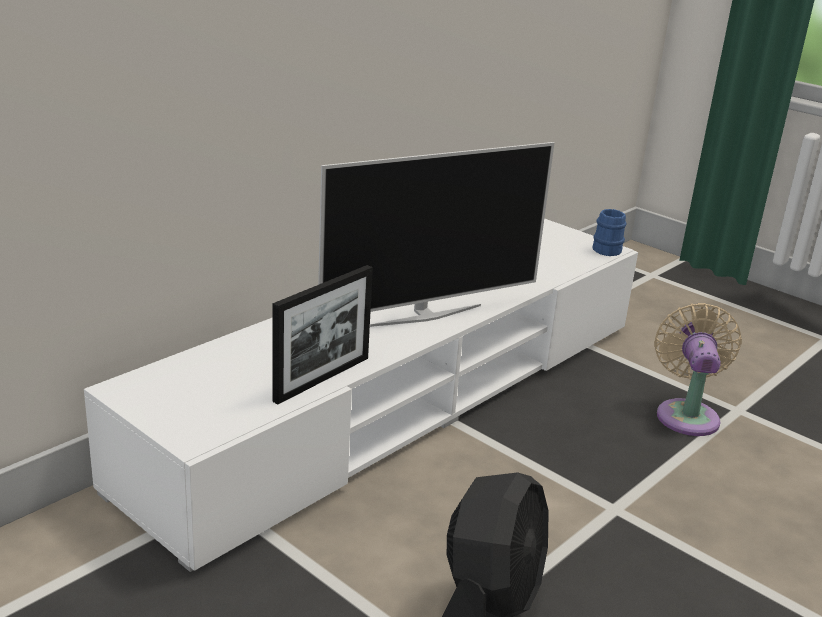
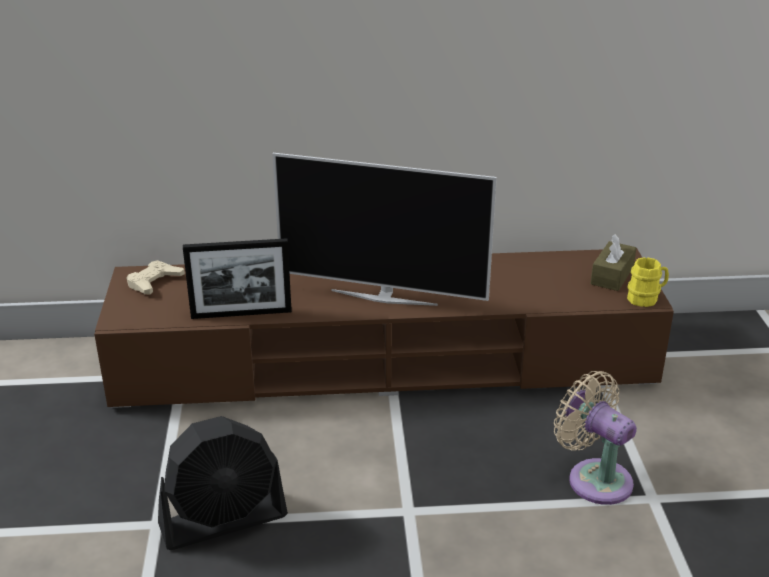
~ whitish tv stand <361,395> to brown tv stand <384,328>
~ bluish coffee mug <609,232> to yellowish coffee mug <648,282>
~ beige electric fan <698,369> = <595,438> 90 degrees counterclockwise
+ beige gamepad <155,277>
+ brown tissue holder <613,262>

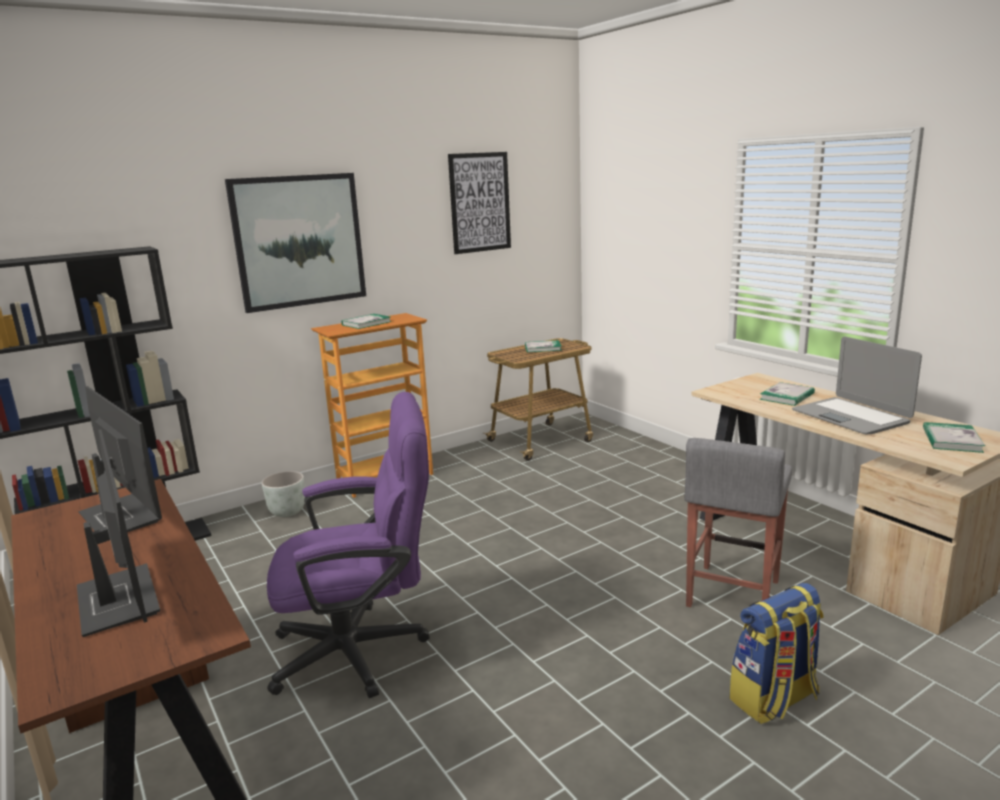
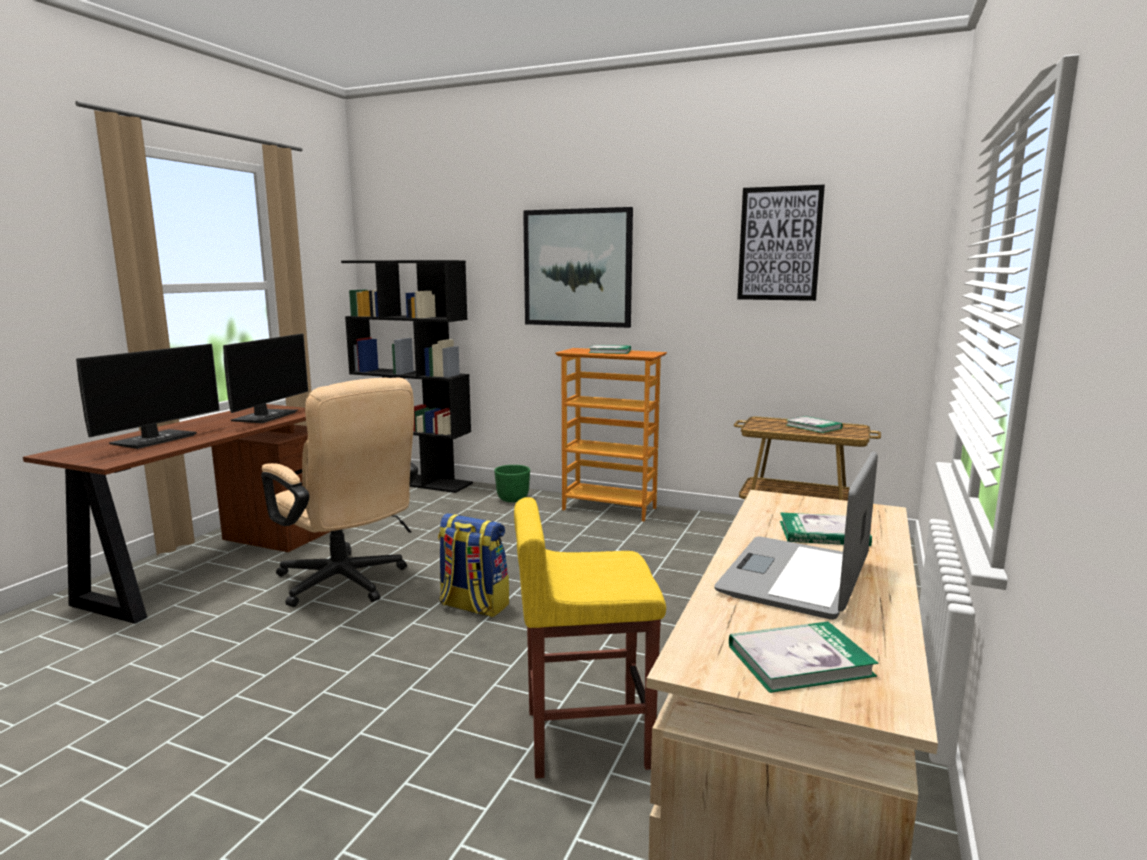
~ gray flower pot <283,494> to greenish flower pot <512,484>
~ purple-coloured office chair <348,545> to beige office chair <339,492>
~ gray sitting stool <738,522> to yellowish sitting stool <590,638>
~ backpack <777,653> to <473,565>

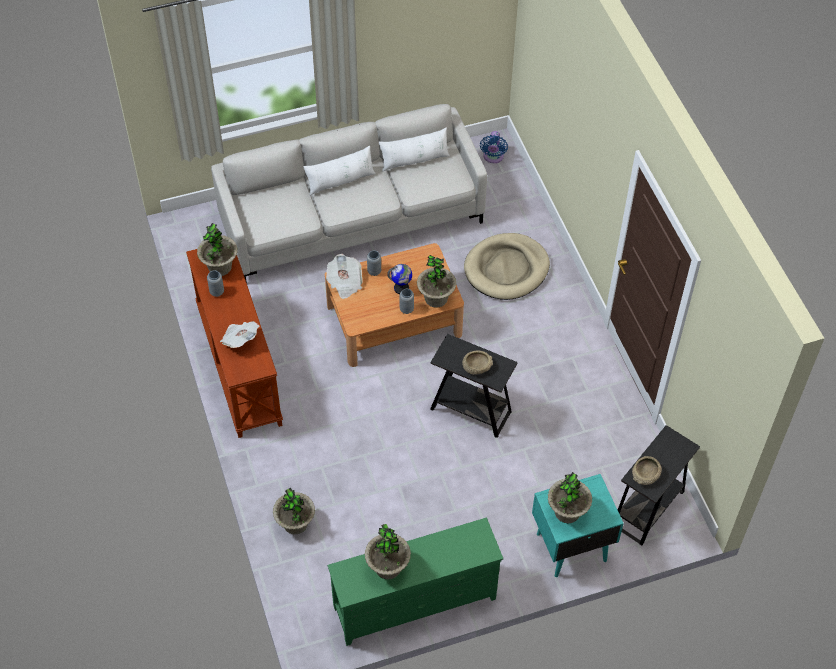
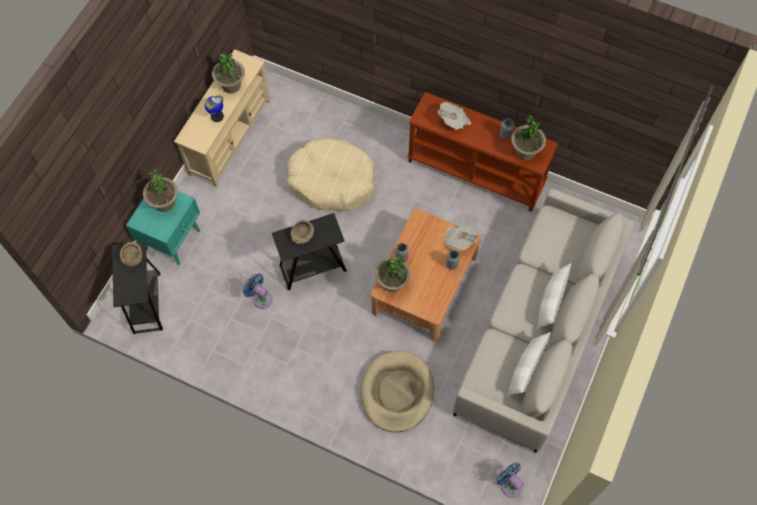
- houseplant <294,511>
~ greenish tv stand <415,581> to beige tv stand <222,118>
~ desk globe <399,279> to <214,108>
+ bluish electric fan <258,291>
+ beige dog bed <331,175>

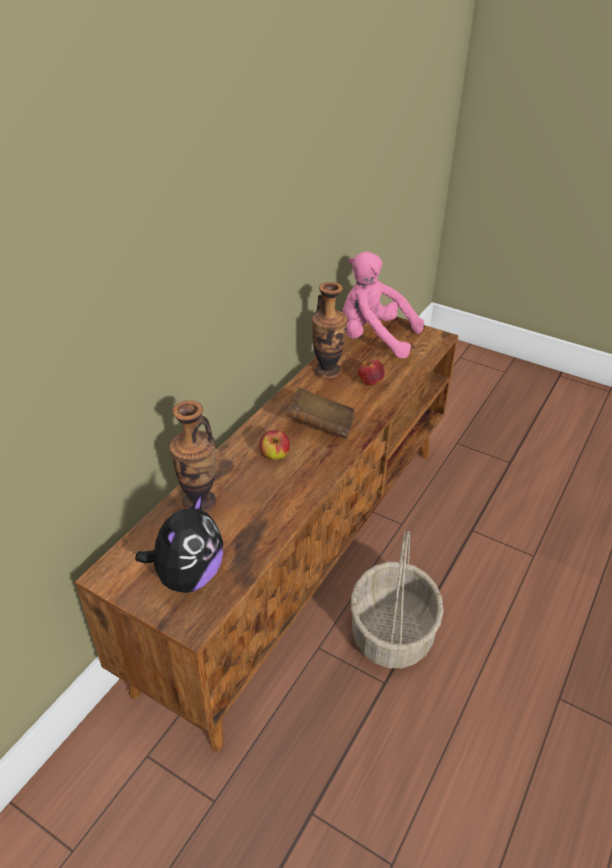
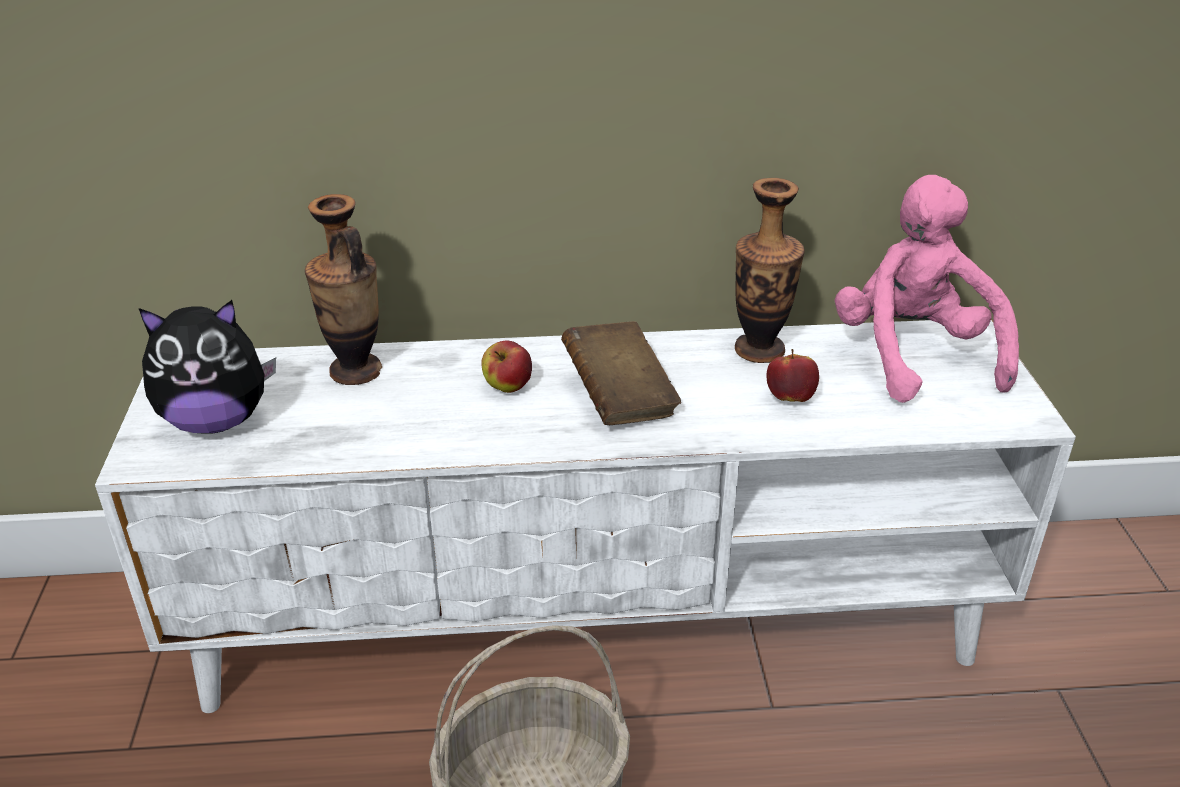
~ brown tv stand <267,534> to whitish tv stand <585,516>

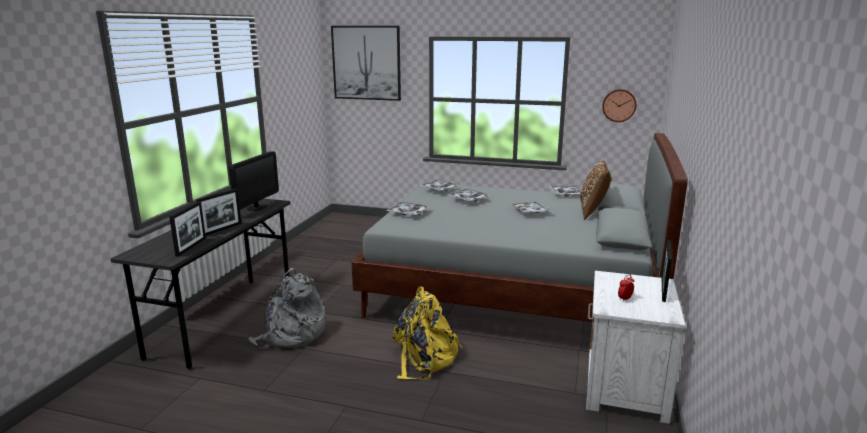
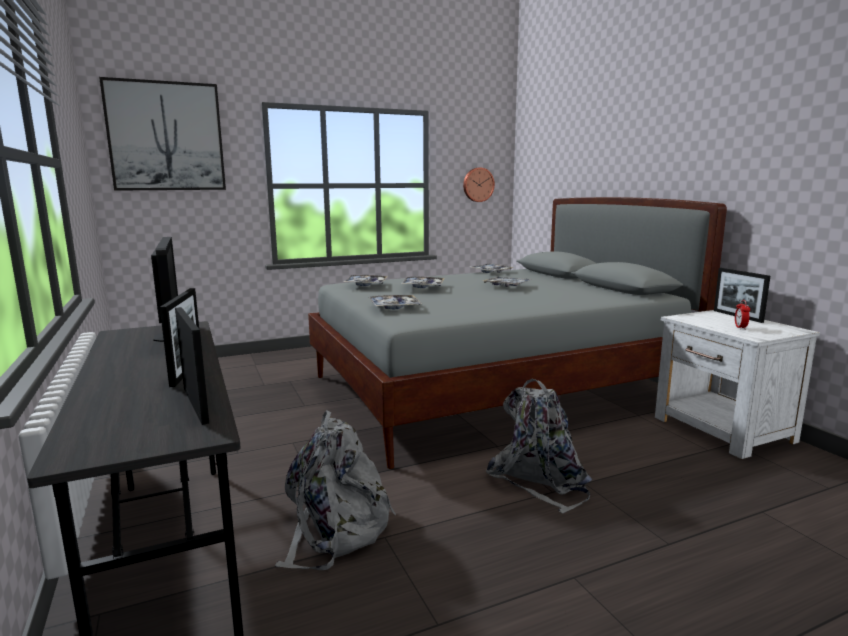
~ yellowish backpack <428,333> to gray backpack <539,446>
- brown throw pillow <596,190>

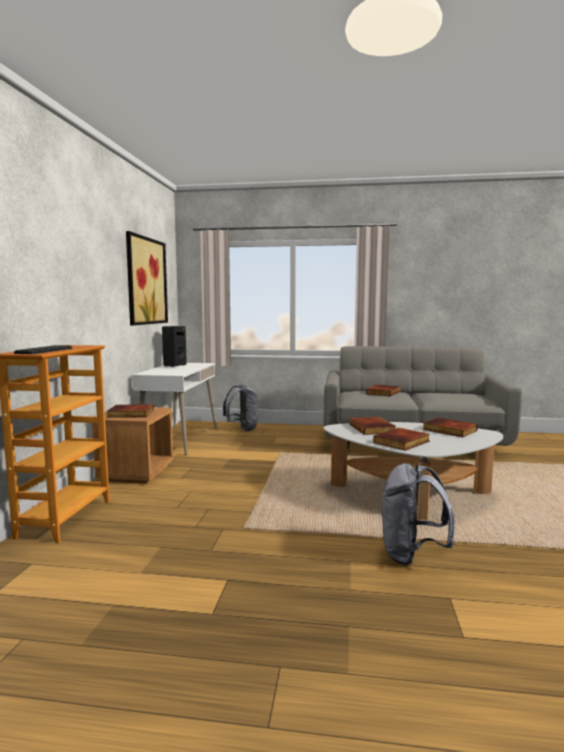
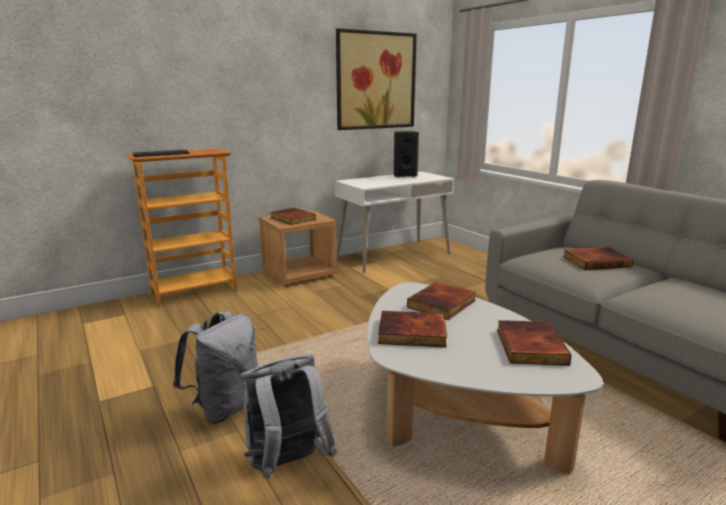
~ gray backpack <240,407> to <215,367>

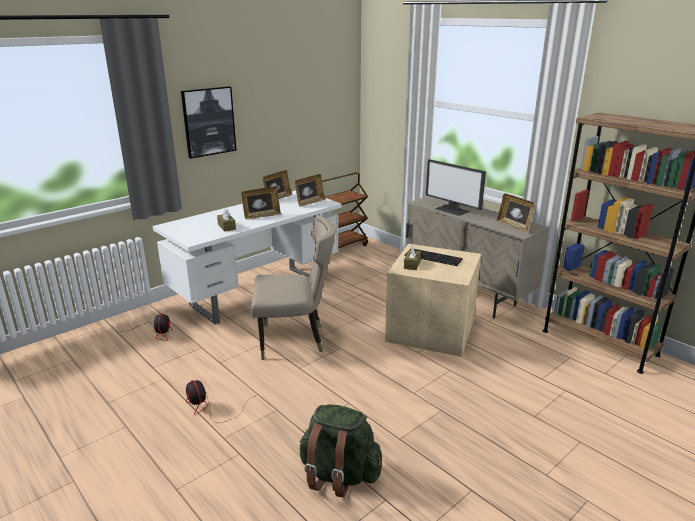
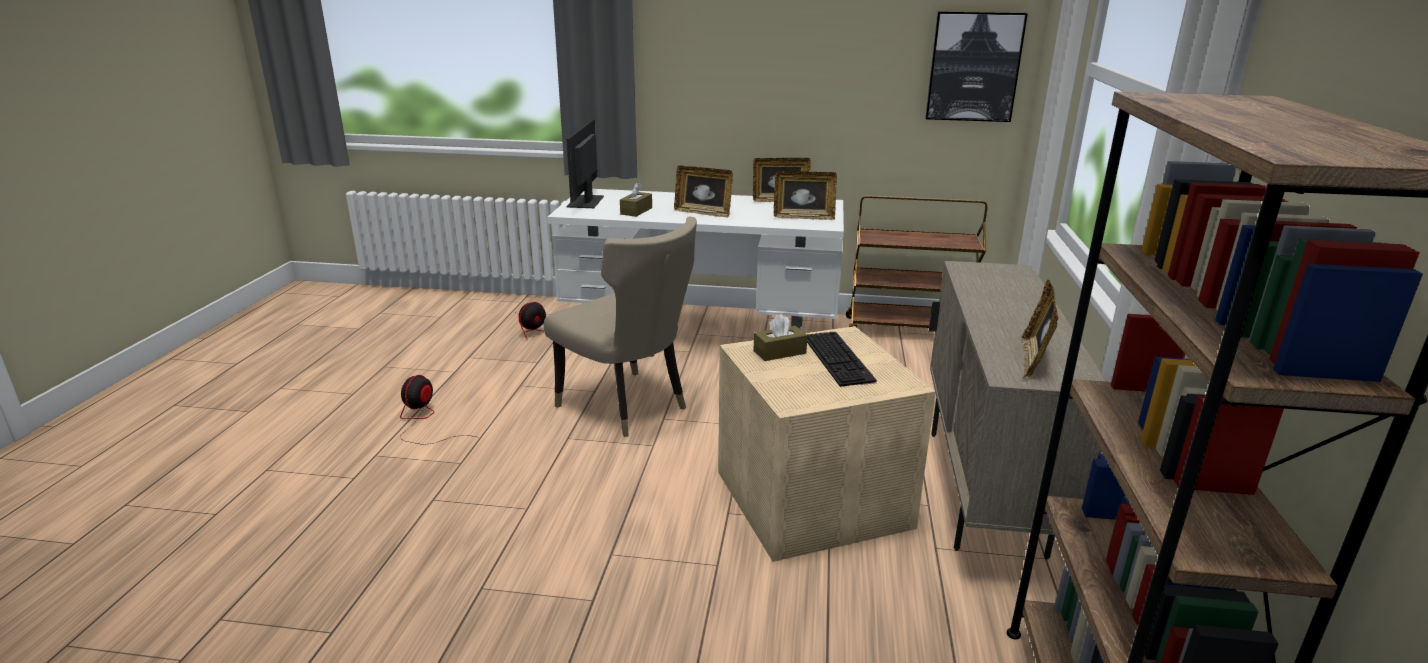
~ wall art <209,122> to <976,66>
- greenish backpack <340,451>
~ computer display <456,187> to <585,163>

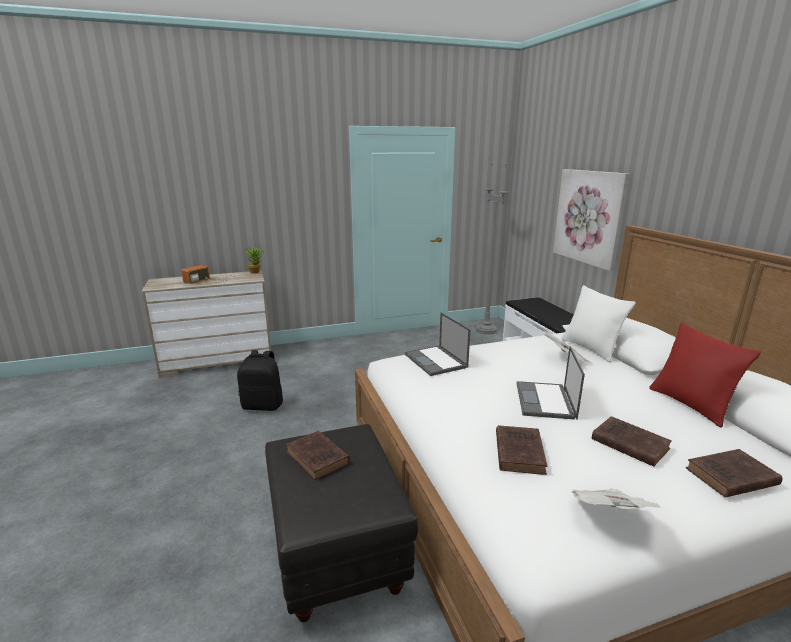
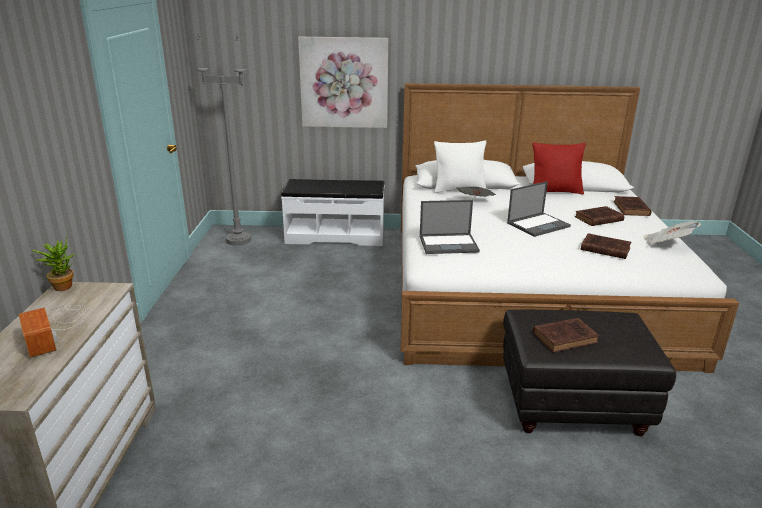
- black-coloured backpack <260,380>
~ portable computer <551,383> = <539,209> 60 degrees counterclockwise

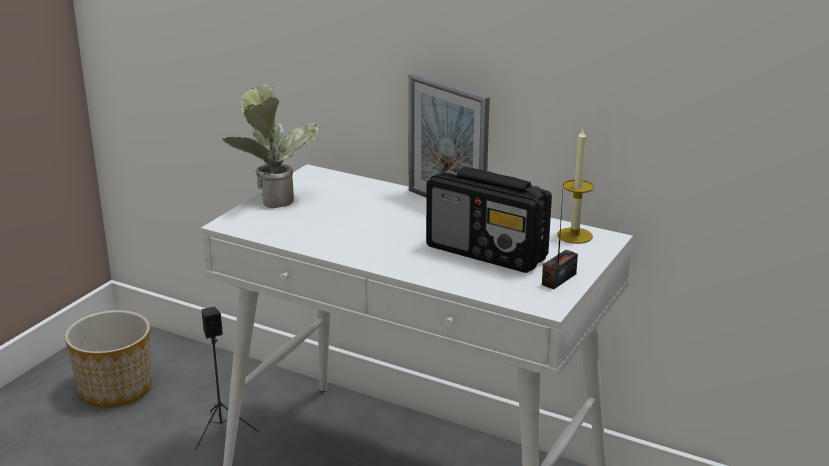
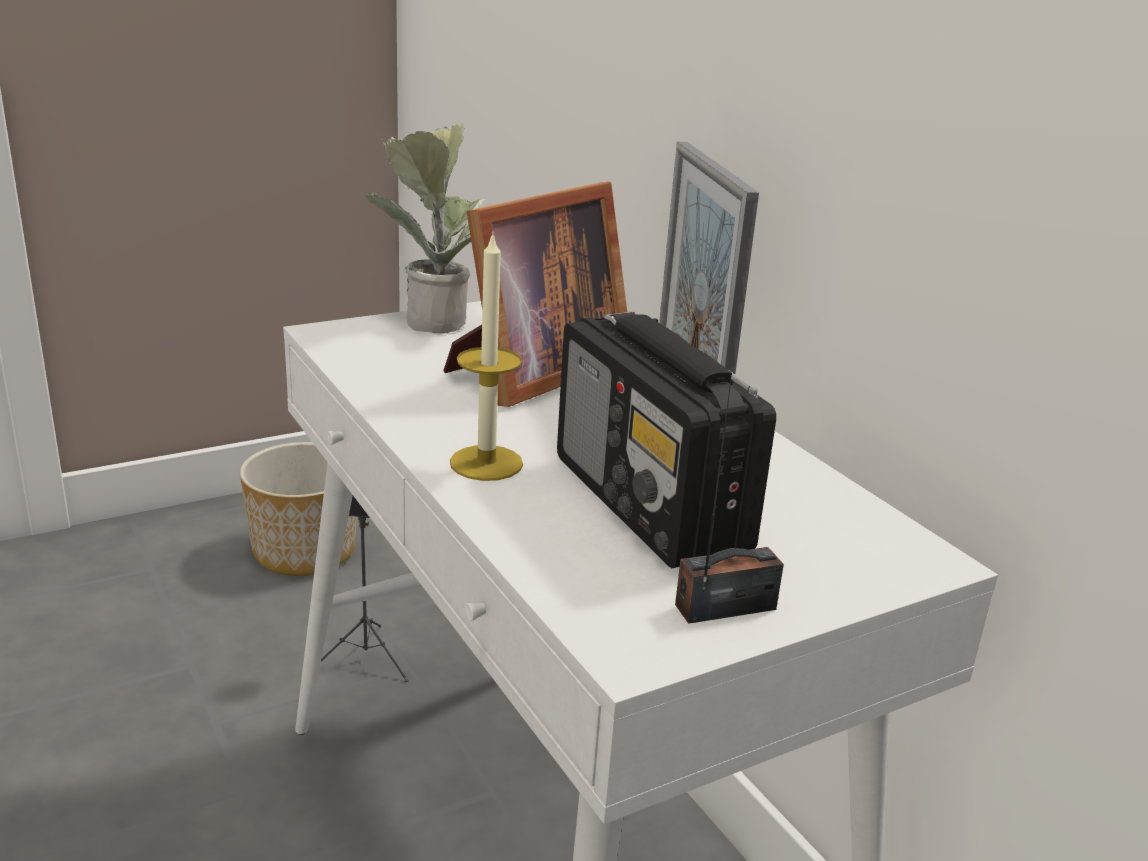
~ wax light <575,185> to <486,356>
+ photo frame <535,294>

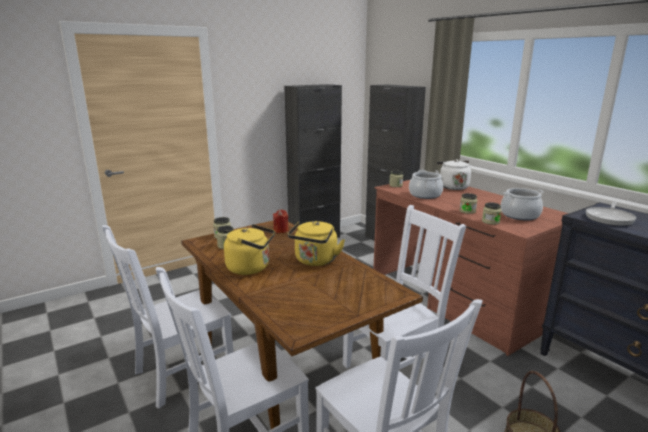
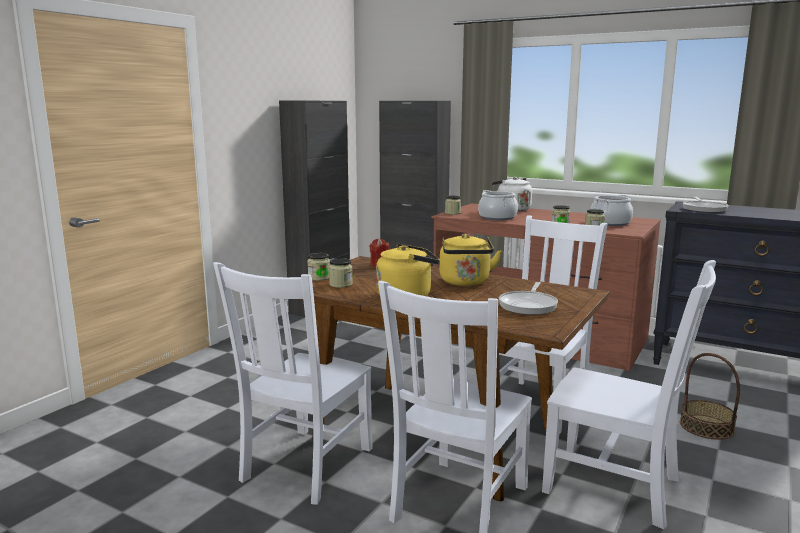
+ frying pan <528,298>

